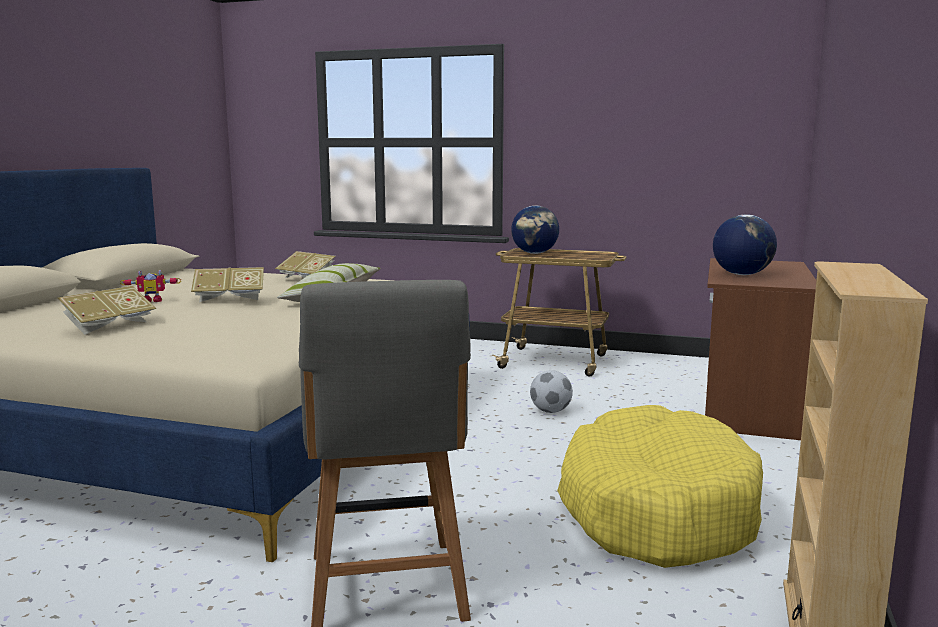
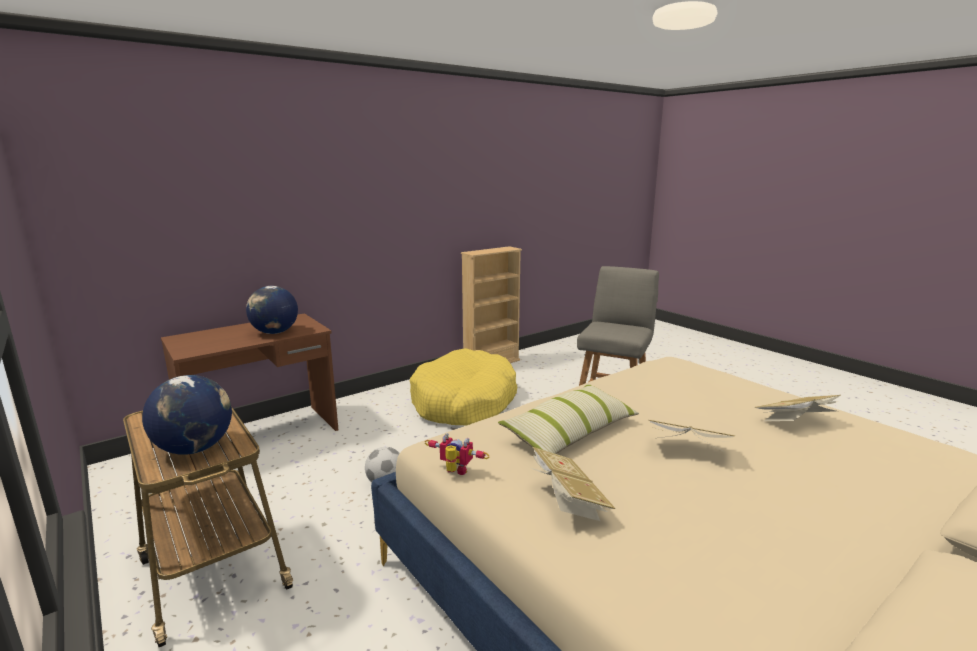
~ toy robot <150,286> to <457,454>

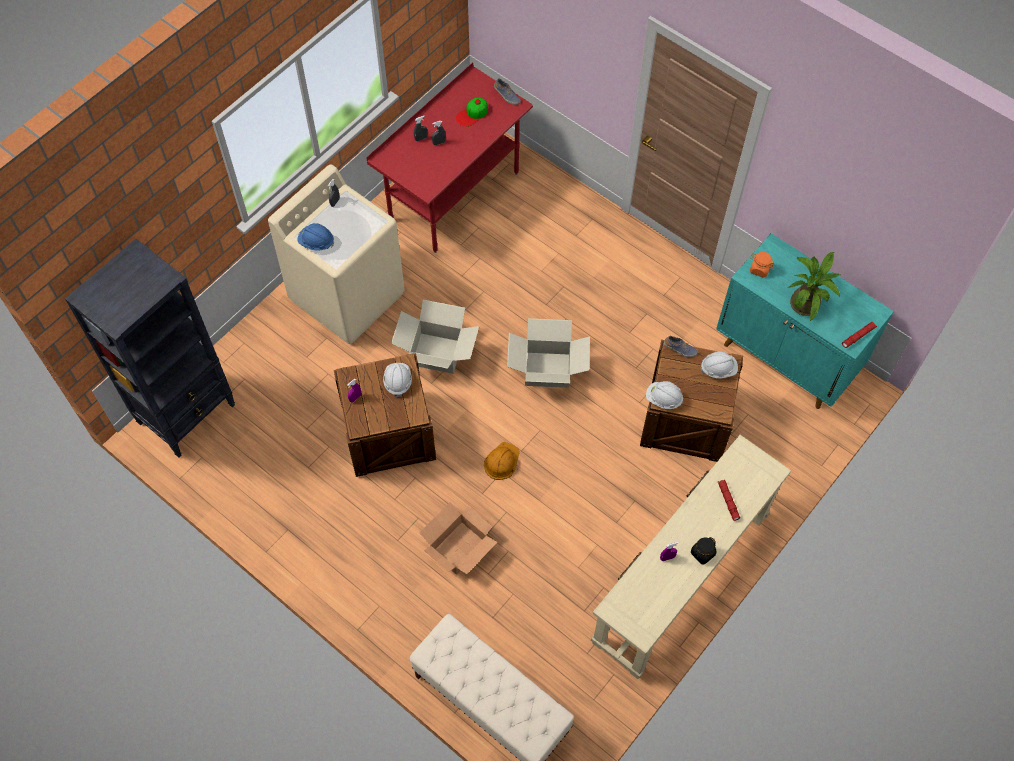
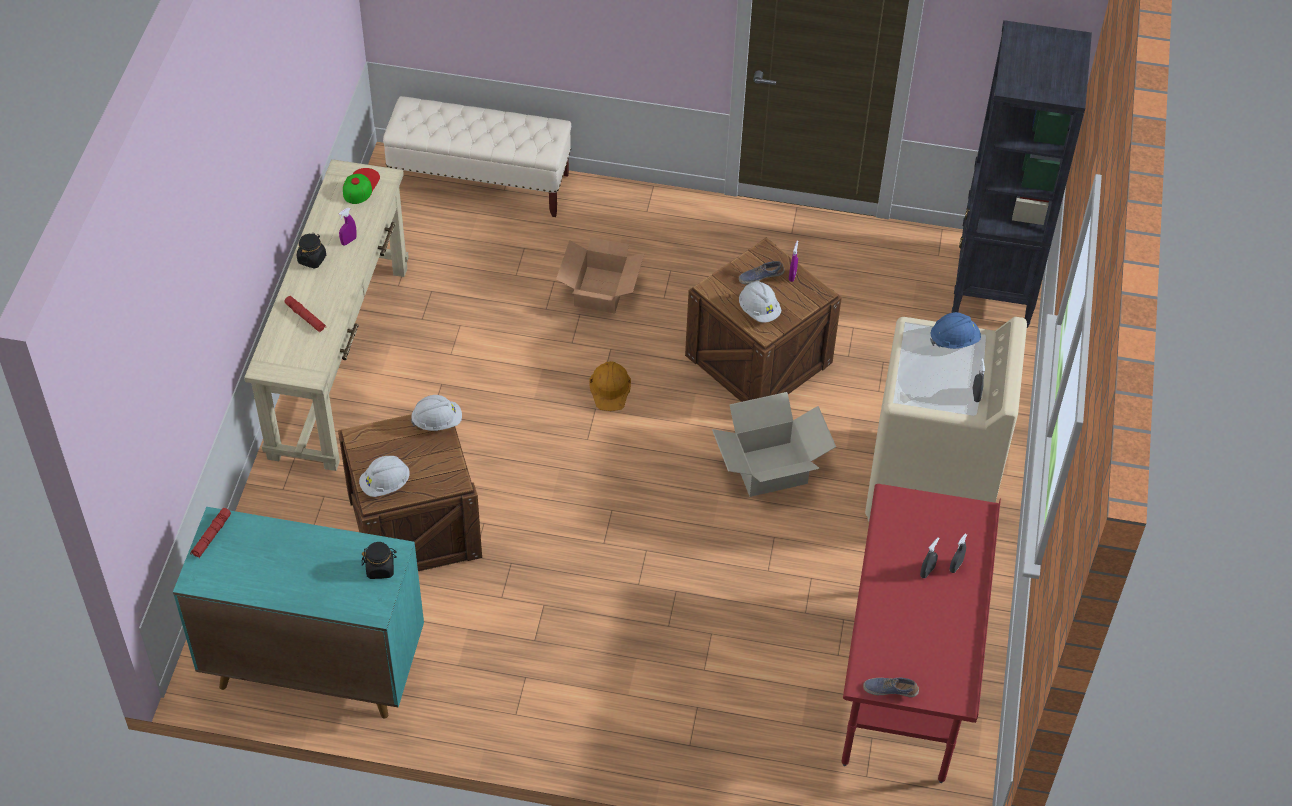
~ peaked cap <472,112> to <361,186>
- cardboard box <548,353>
~ low shoe <681,346> to <761,272>
~ orange jar <762,265> to black-coloured jar <379,560>
- houseplant <814,287>

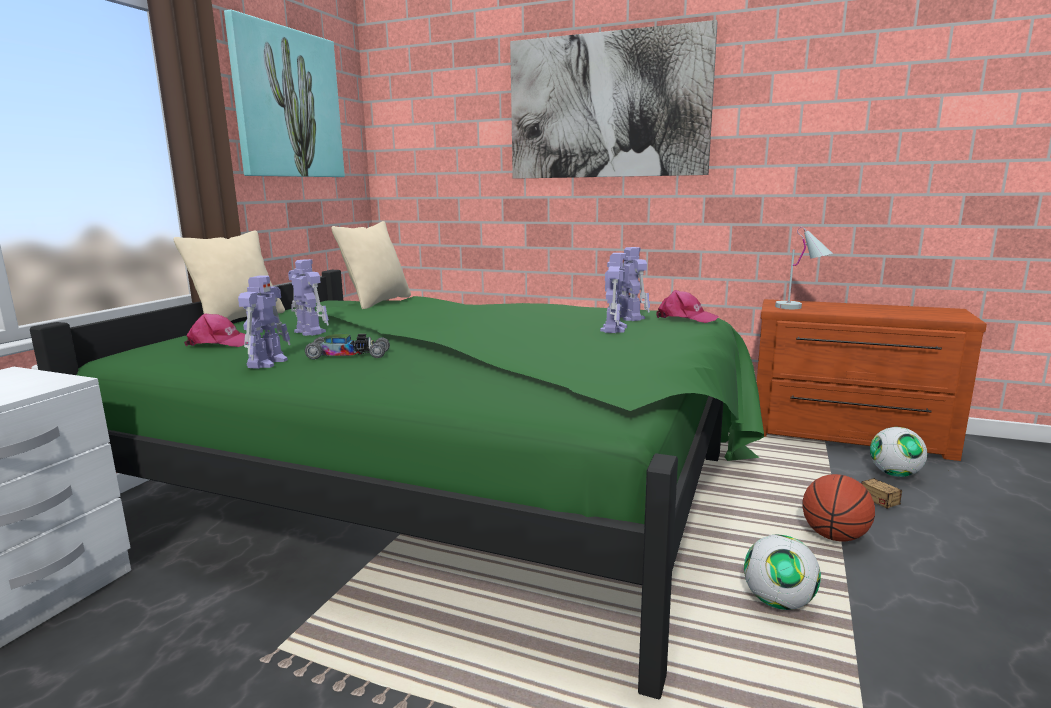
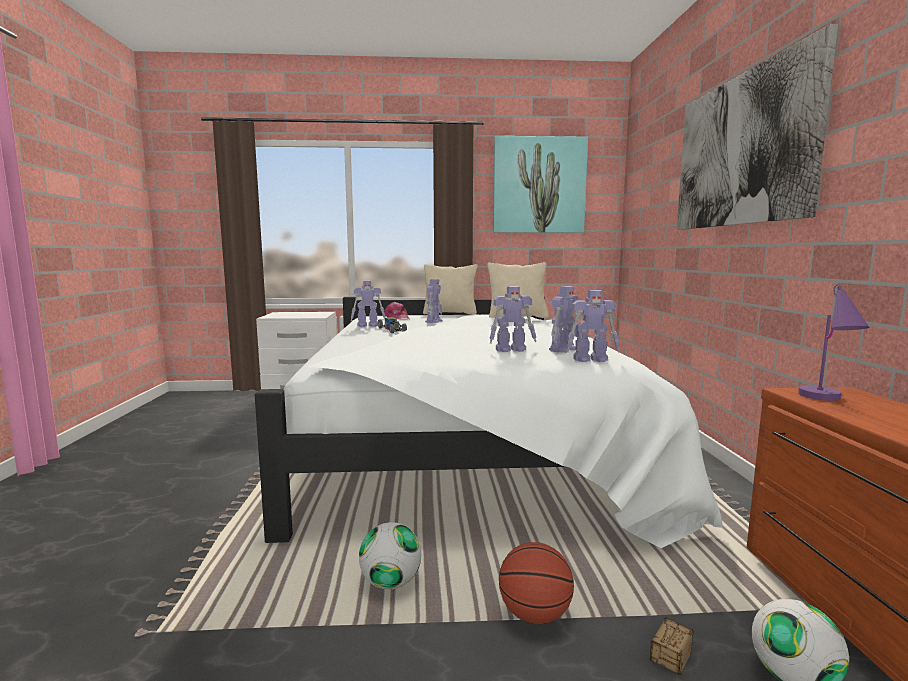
~ greenish sleeping bed <397,484> to whitish sleeping bed <489,422>
~ pink-coloured peaked cap <687,306> to toy robot <593,326>
~ whitish table lamp <804,268> to purple-coloured table lamp <833,342>

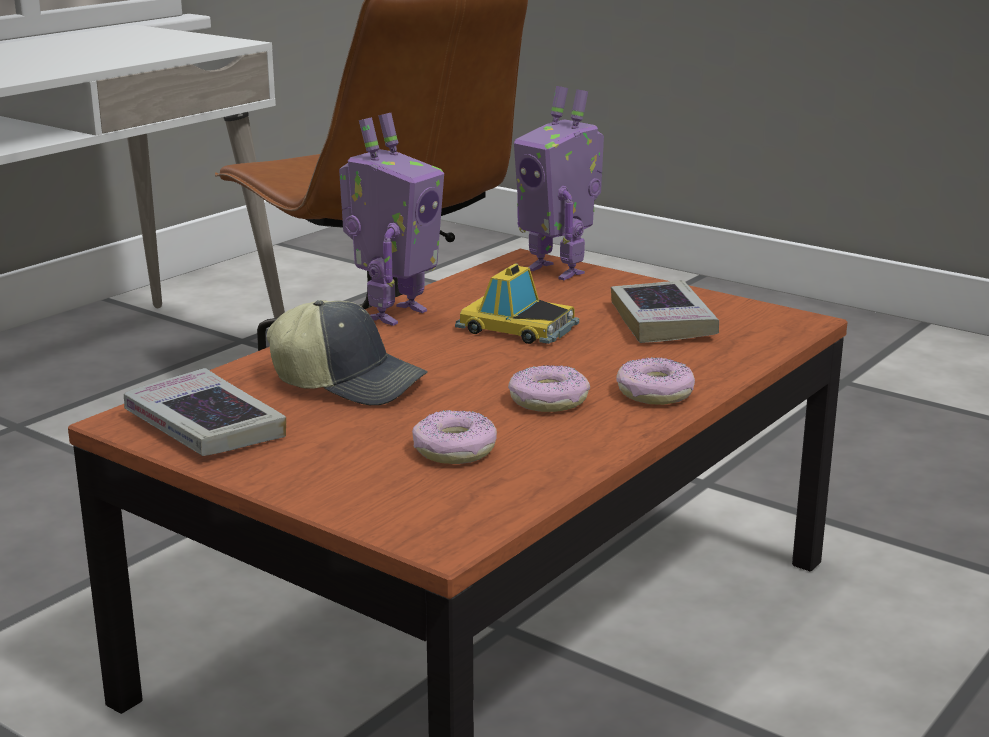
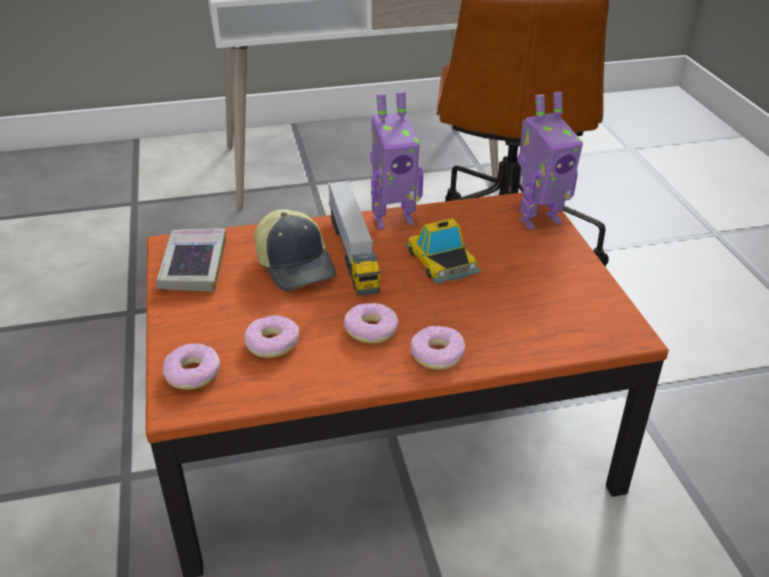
~ toy robot <559,183> = <550,161> 105 degrees counterclockwise
- book <665,311>
+ donut <192,366>
+ toy lorry <354,238>

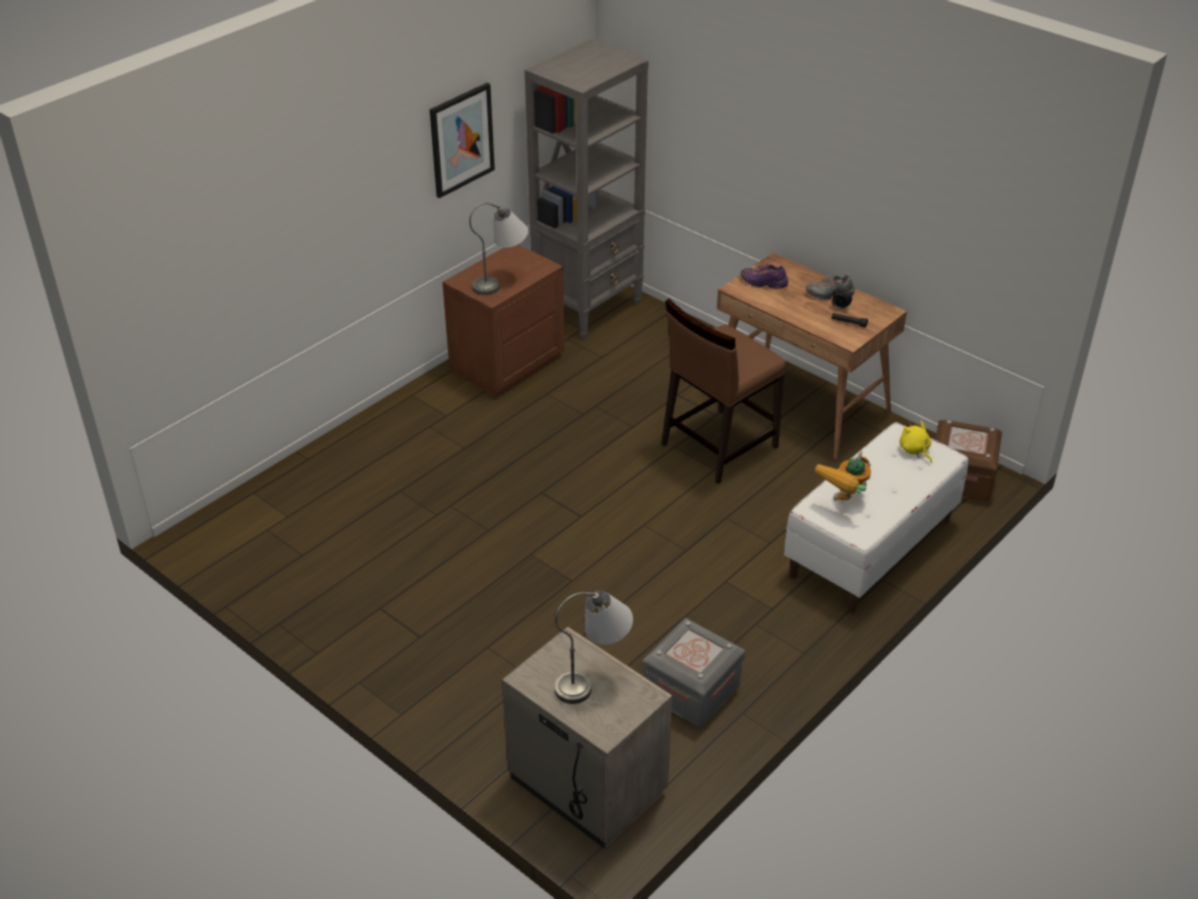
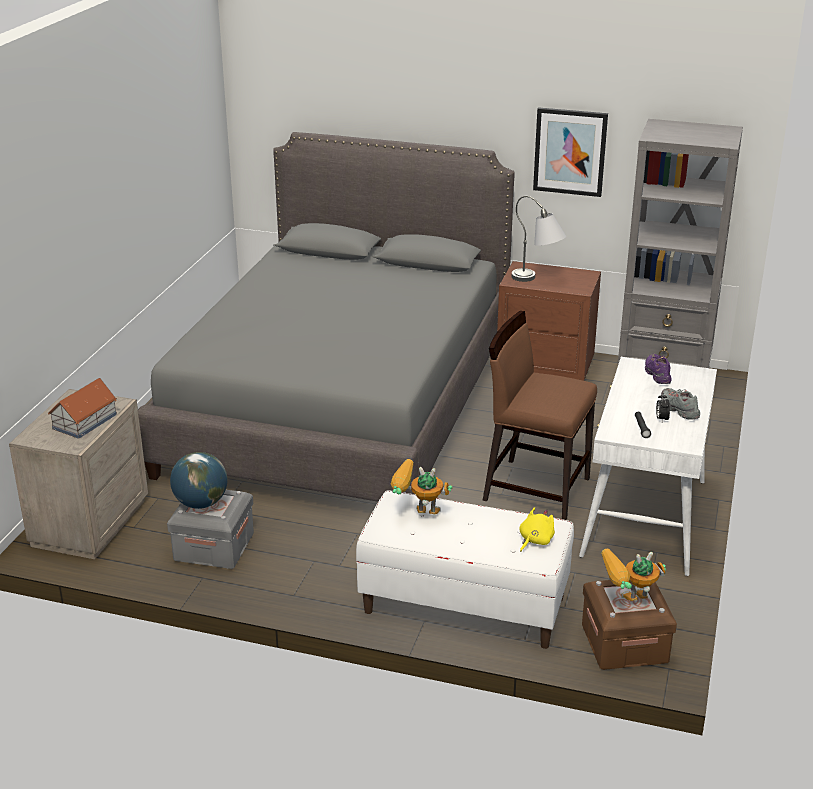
~ gray table lamp <594,647> to miniature house <82,408>
~ brown desk <812,356> to whitish desk <648,466>
+ gray sleeping bed <326,317>
+ desk globe <199,480>
+ toy robot <633,574>

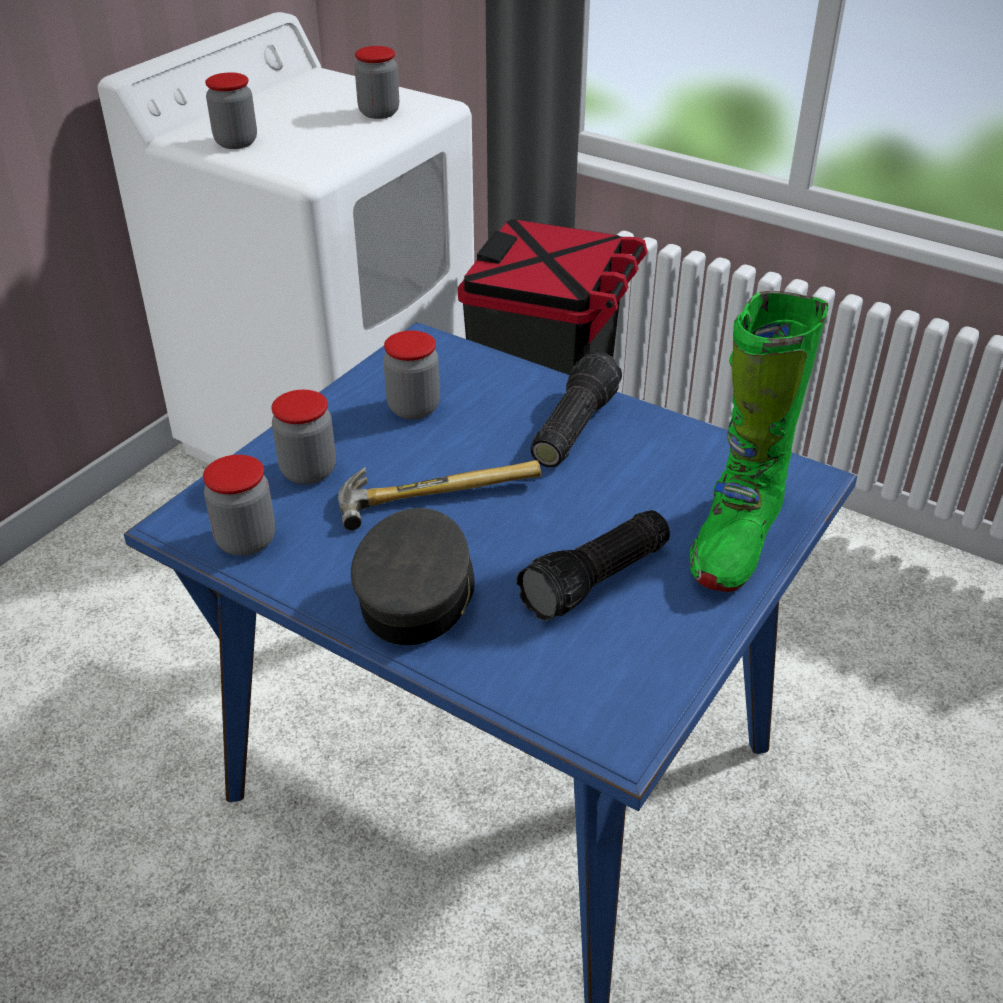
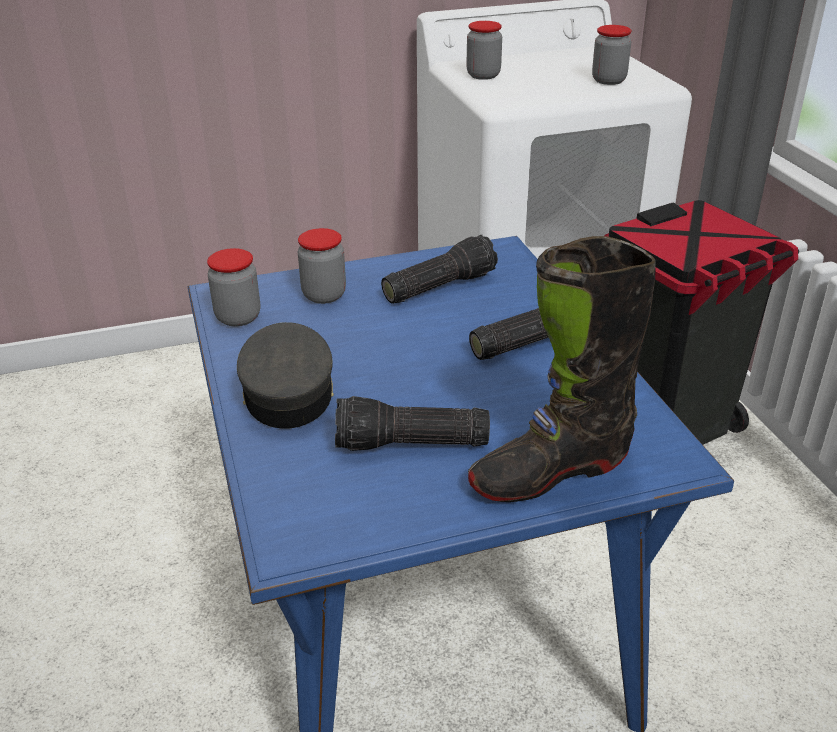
- hammer <439,495>
~ gray peaked cap <413,576> = <285,375> 60 degrees counterclockwise
~ jar <411,375> to hand torch <439,269>
~ greenish tall boot <759,441> to black-coloured tall boot <562,369>

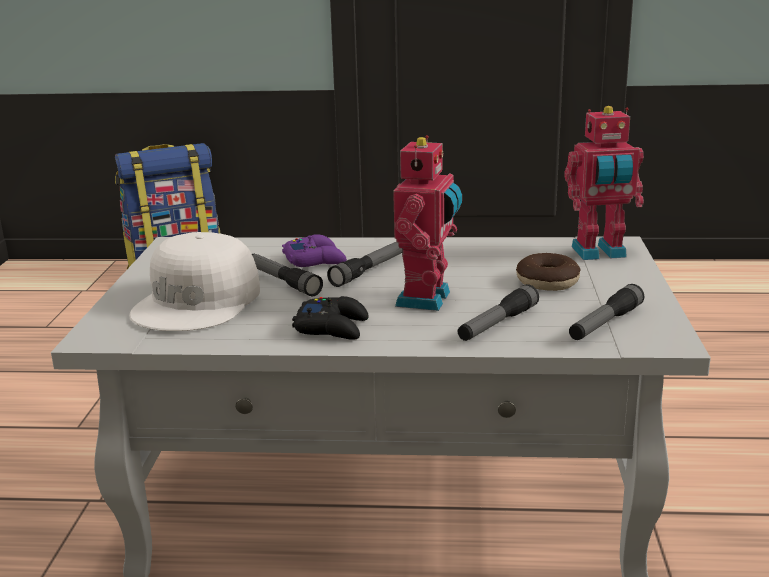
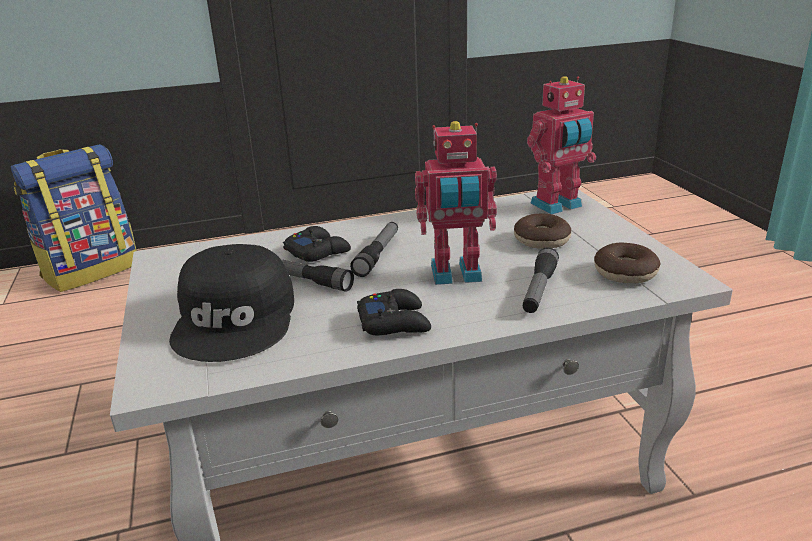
~ whitish peaked cap <194,281> to black-coloured peaked cap <231,303>
~ purple-coloured gamepad <314,250> to black-coloured gamepad <317,244>
~ toy robot <427,223> = <456,203> 90 degrees clockwise
~ hand torch <606,312> to donut <627,262>

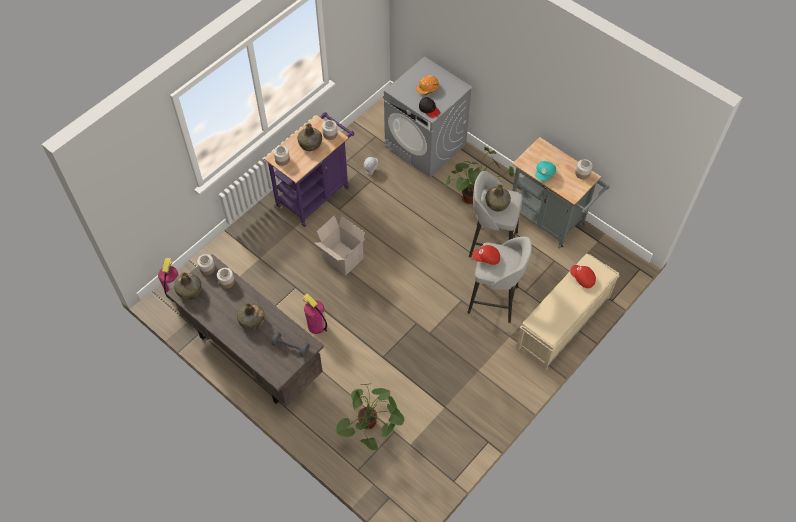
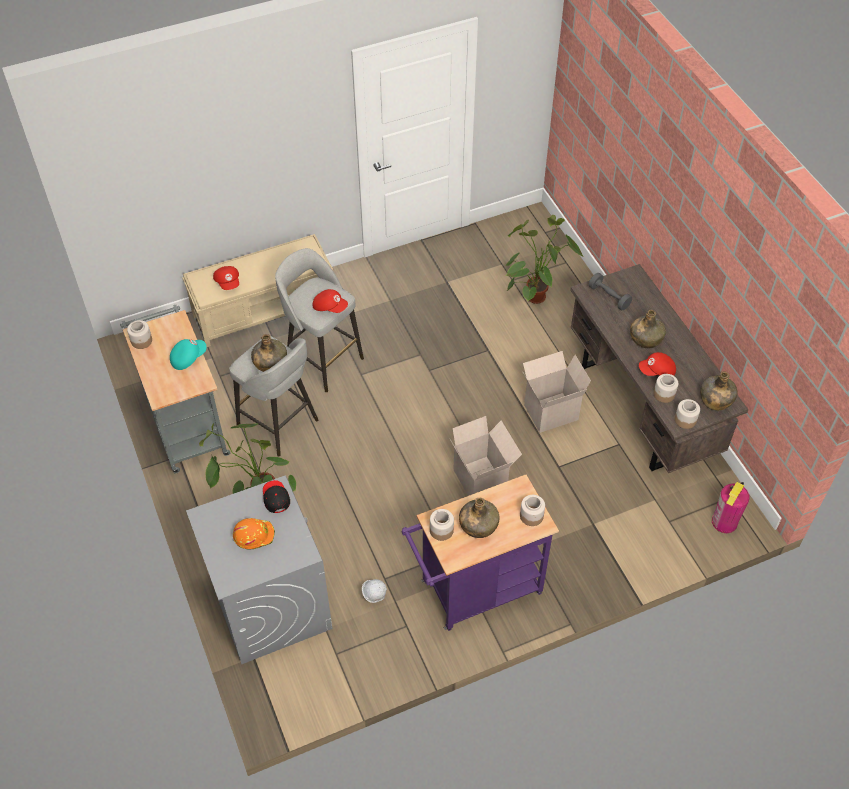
~ fire-fighting cylinder <315,314> to cardboard box <556,392>
+ reddish peaked cap <657,364>

